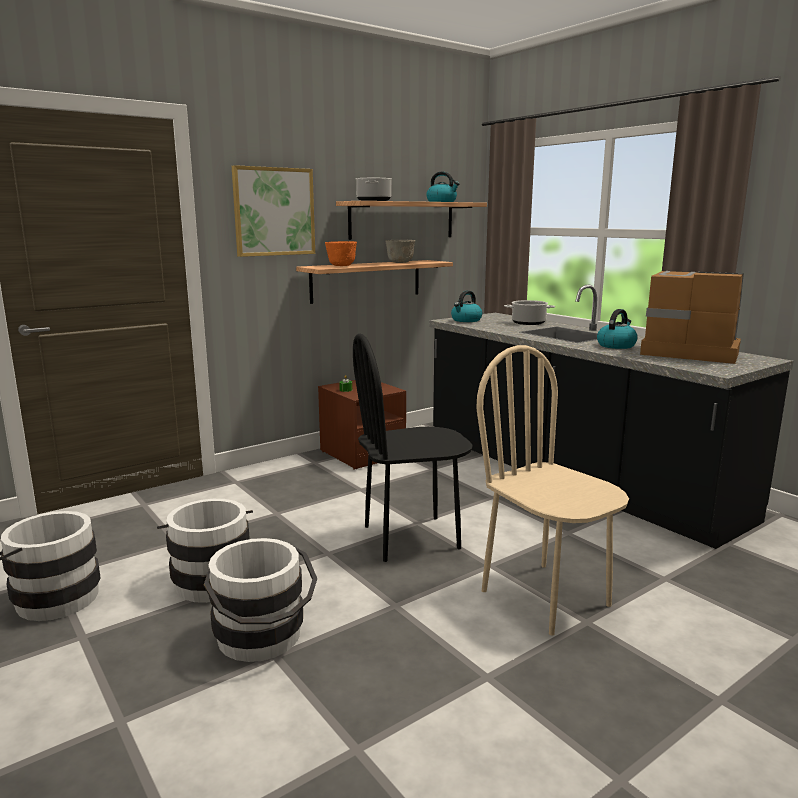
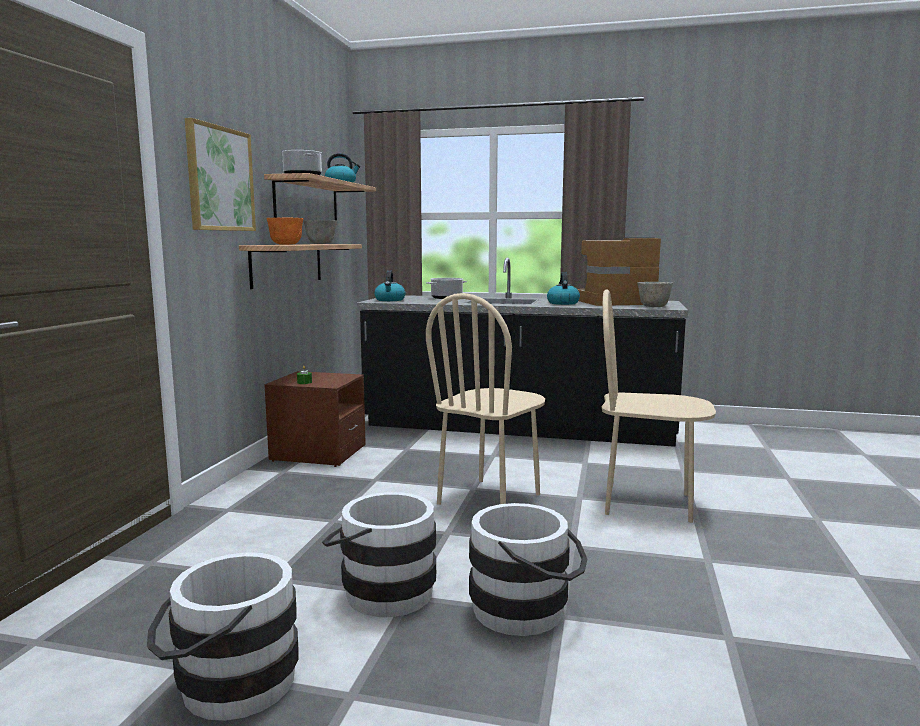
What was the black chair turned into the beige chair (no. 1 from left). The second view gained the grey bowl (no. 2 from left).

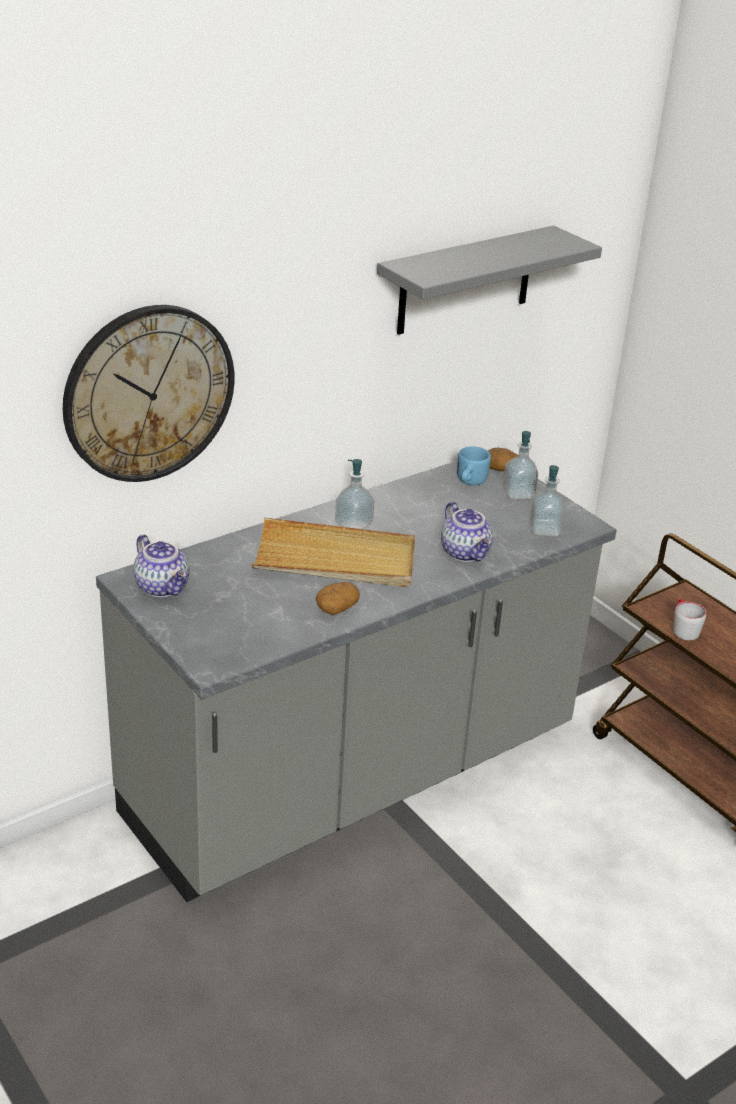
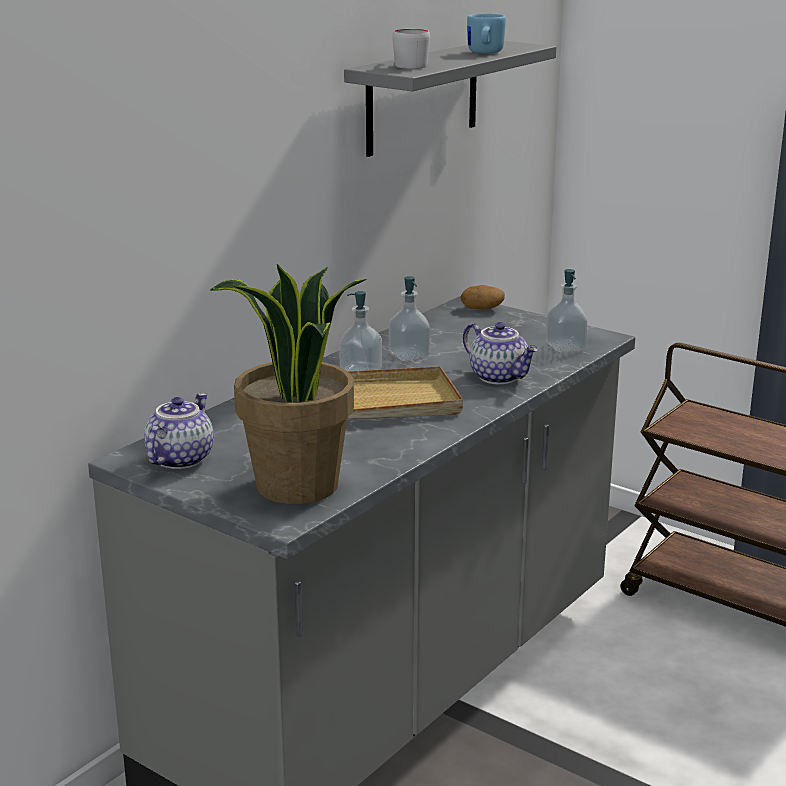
The second view lost the wall clock. The teapot (no. 1 from left) ended up facing another way, 105 degrees counterclockwise from before. The second view lost the potato (no. 1 from left). The blue mug ended up elsewhere. The soap dispenser (no. 2 from left) ended up elsewhere. The grey mug ended up elsewhere. The second view gained the potted plant.

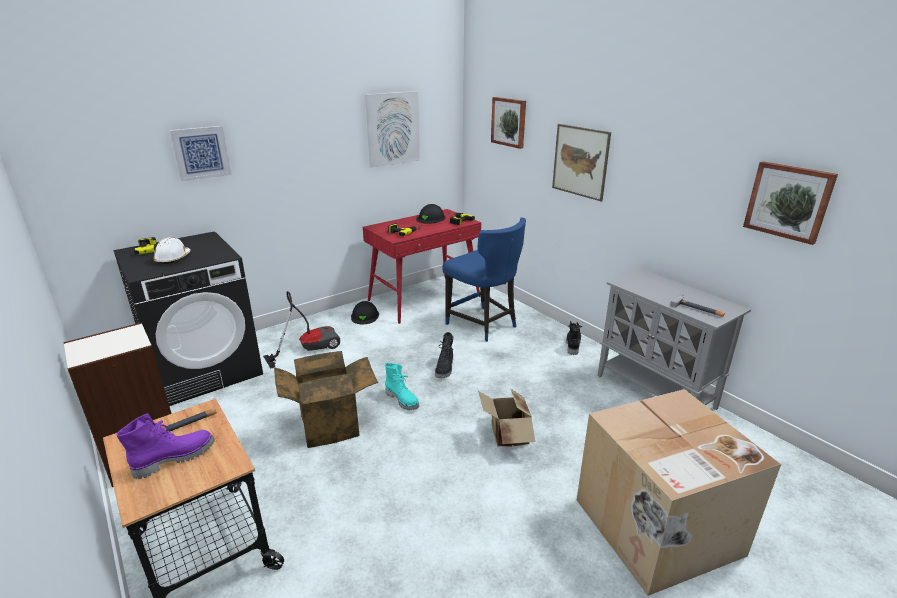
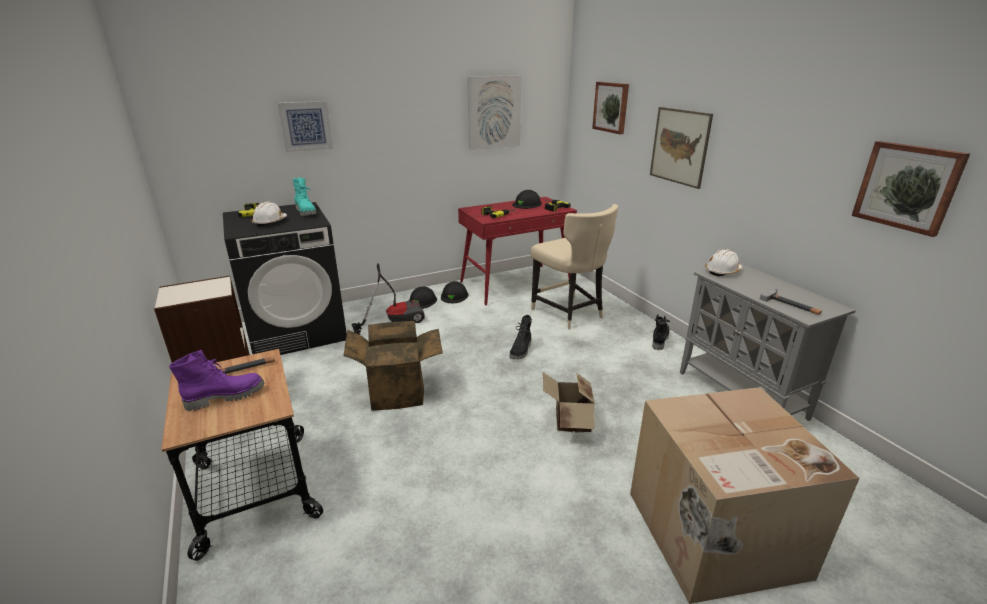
The turquoise boot ended up elsewhere. What was the blue chair turned into the beige chair. The second view gained the black hard hat (no. 1 from left). The second view gained the white hard hat (no. 2 from left).

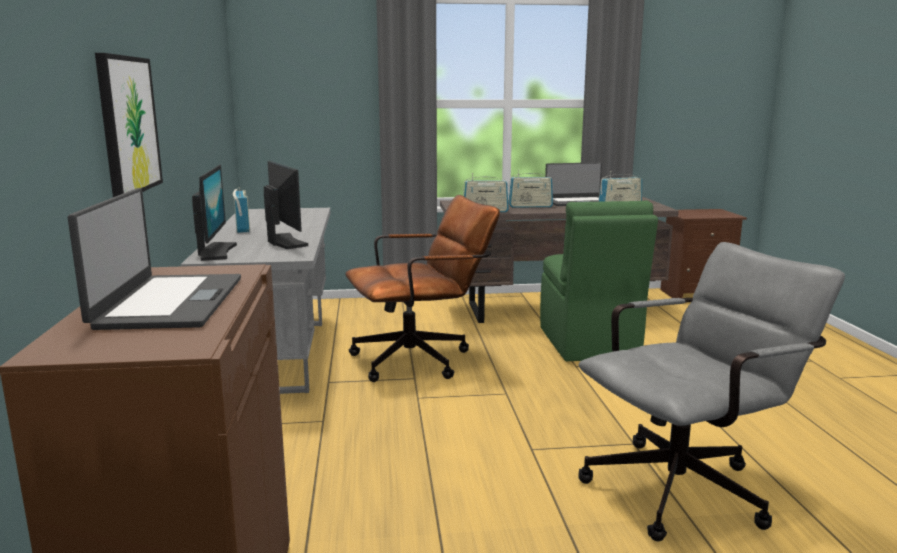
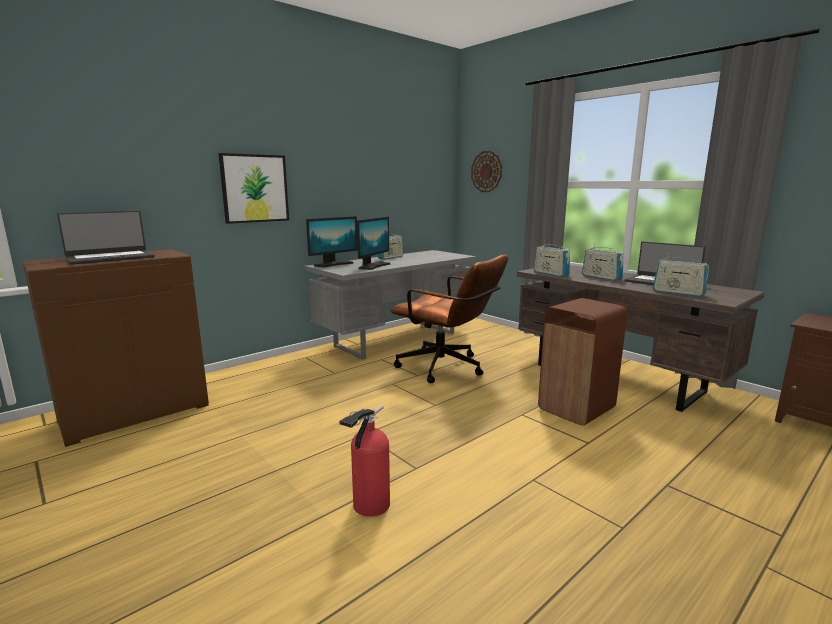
Where the green chair stood, the brown trash can came to stand. Where the grey office chair stood, the fire extinguisher came to stand. The second view gained the wall clock.

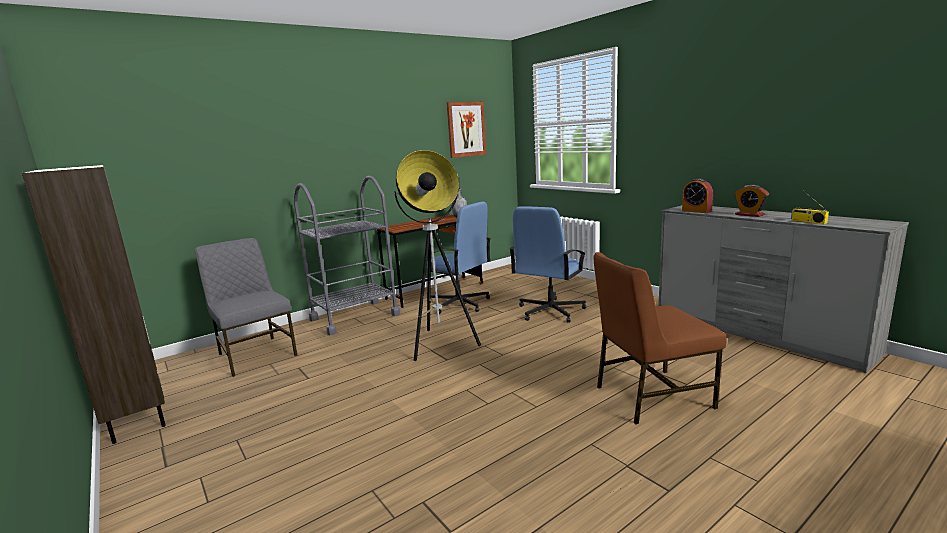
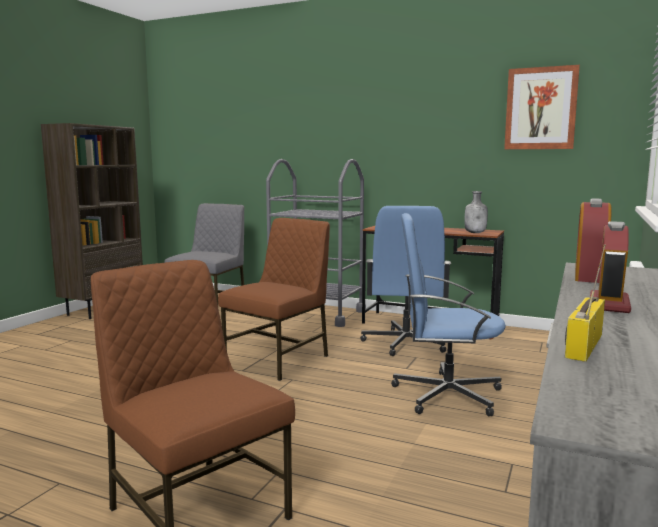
Where the floor lamp stood, the brown chair (no. 2 from left) came to stand.

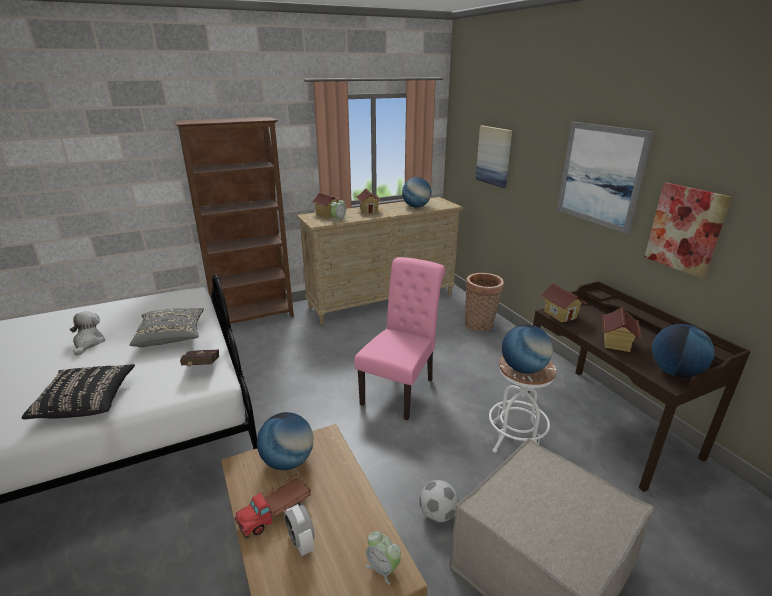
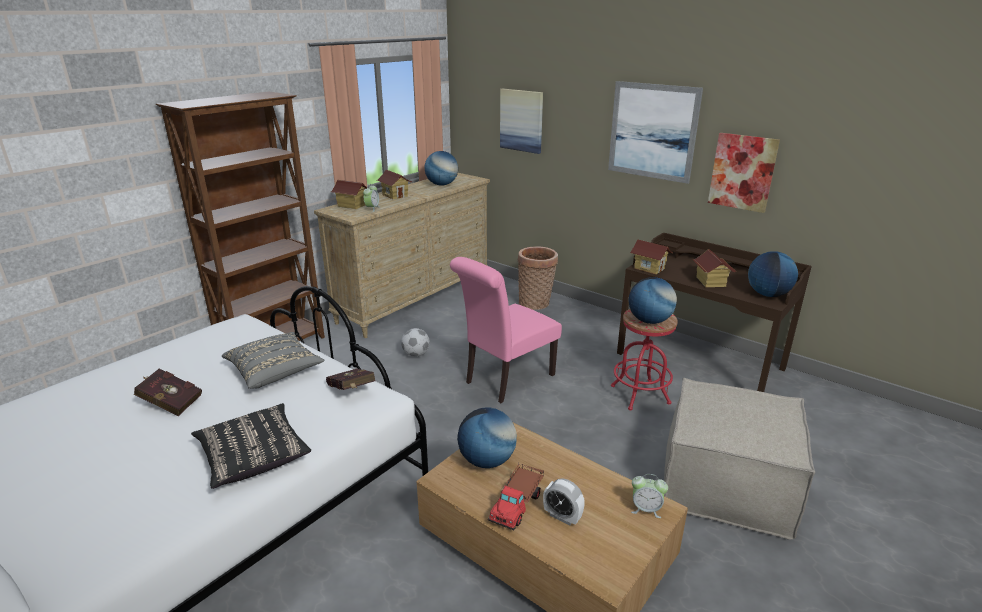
Where the plush toy stood, the red book (no. 1 from left) came to stand. The pink chair ended up facing another way, 135 degrees counterclockwise from before. The football ended up elsewhere. What was the white stool turned into the red stool.

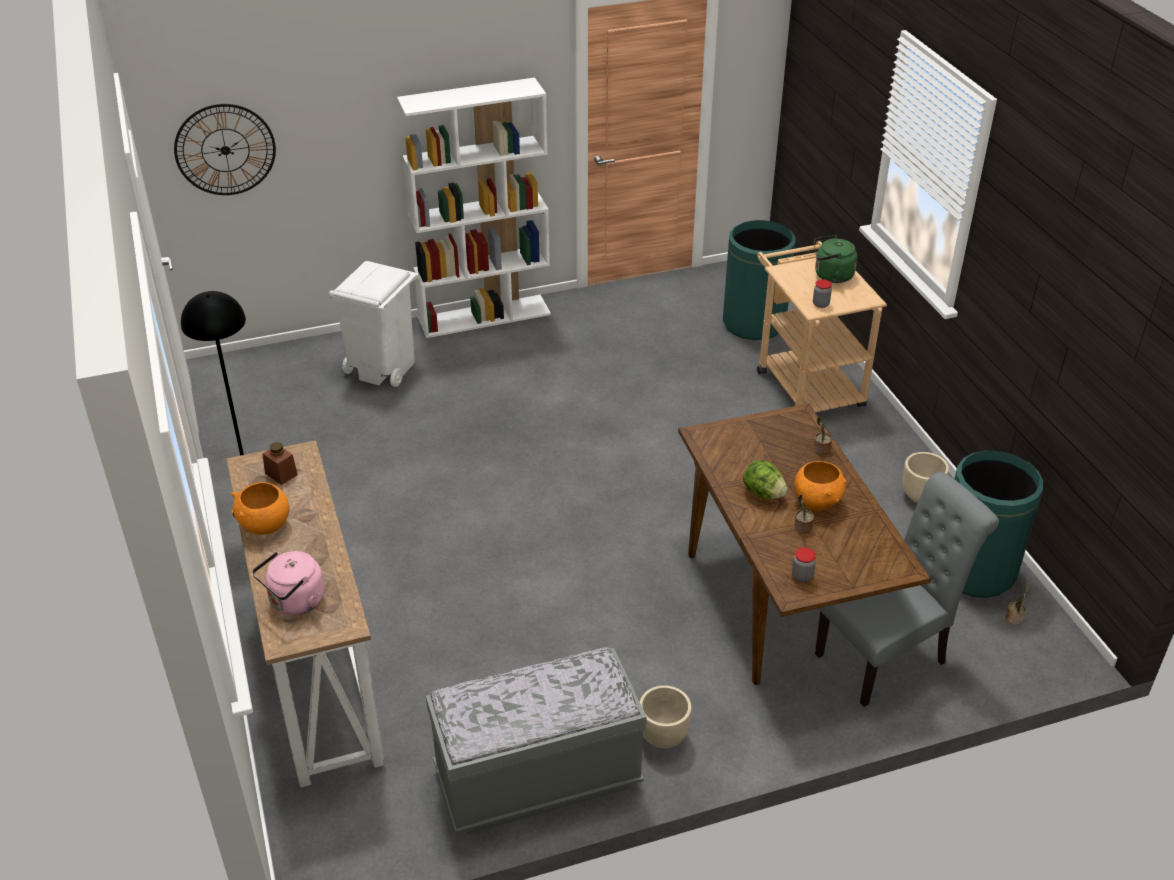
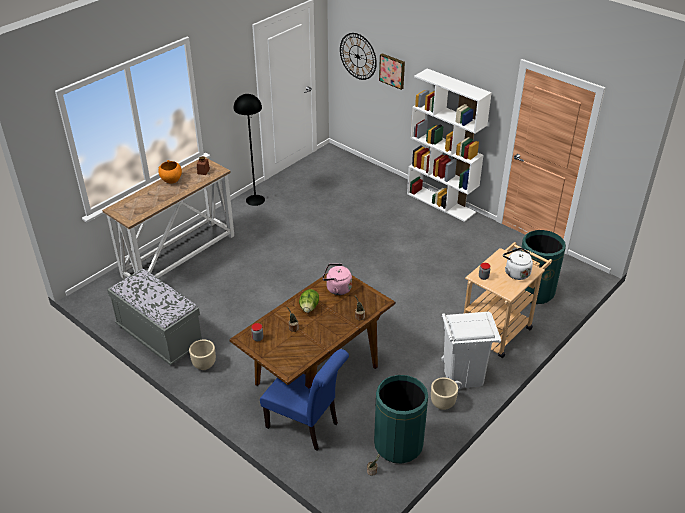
The pink kettle ended up elsewhere. The white trash can ended up elsewhere. The second view lost the orange bowl (no. 2 from left). What was the green kettle turned into the white kettle. What was the grey chair turned into the blue chair. The second view gained the picture.

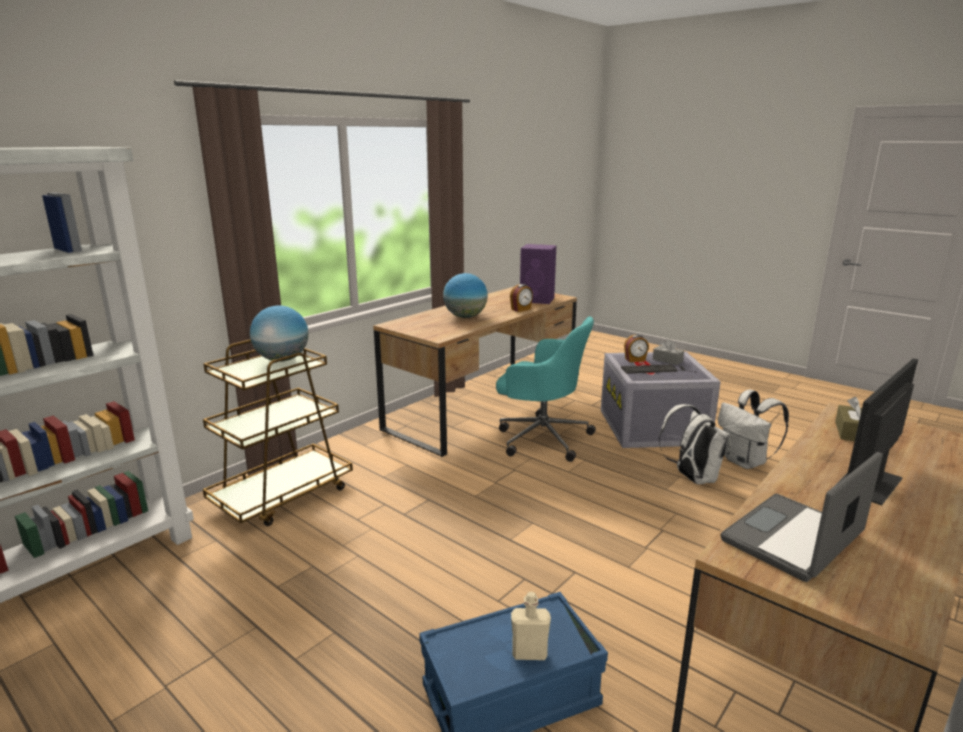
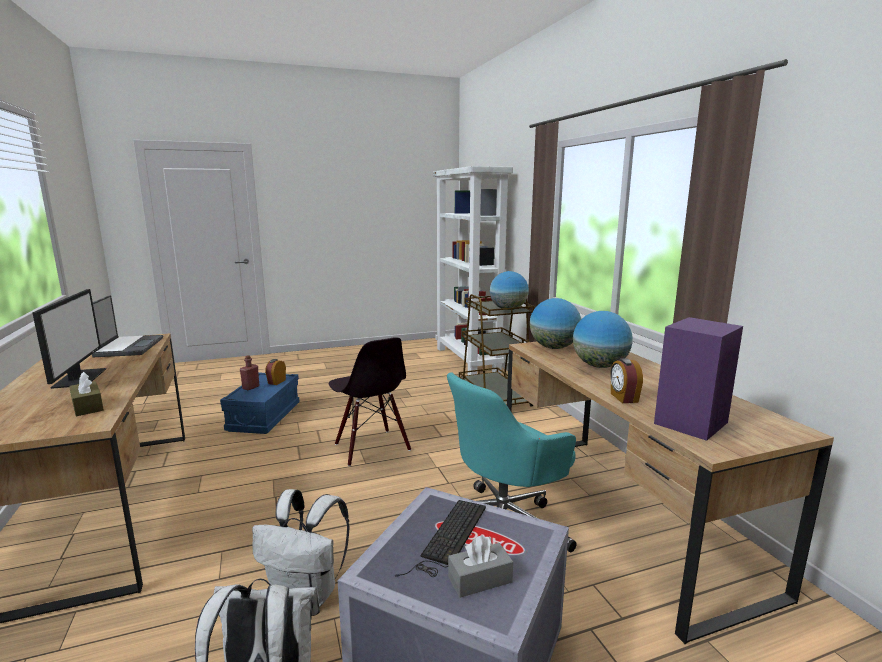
What was the beige bottle turned into the red bottle. The alarm clock (no. 2 from left in the first image) ended up elsewhere. The second view gained the black chair. The second view gained the globe (no. 2 from left).

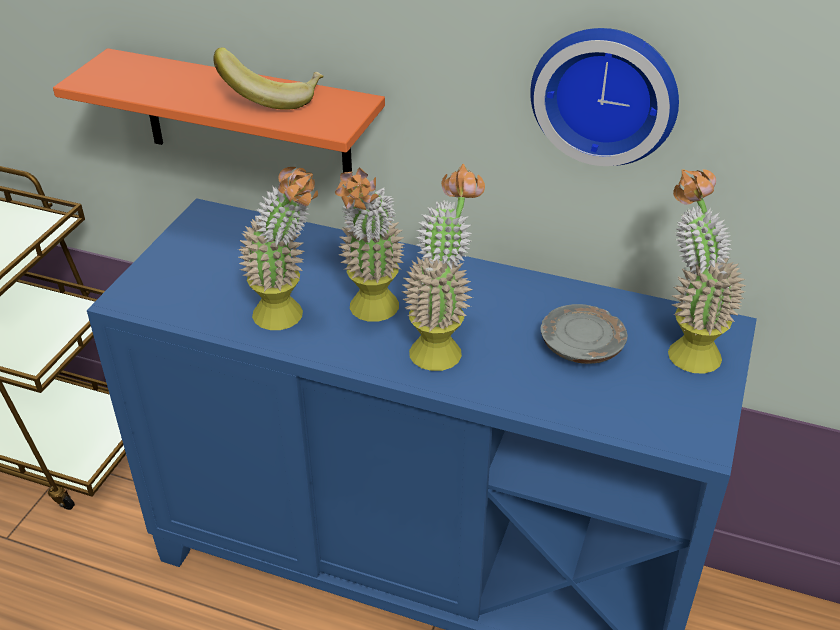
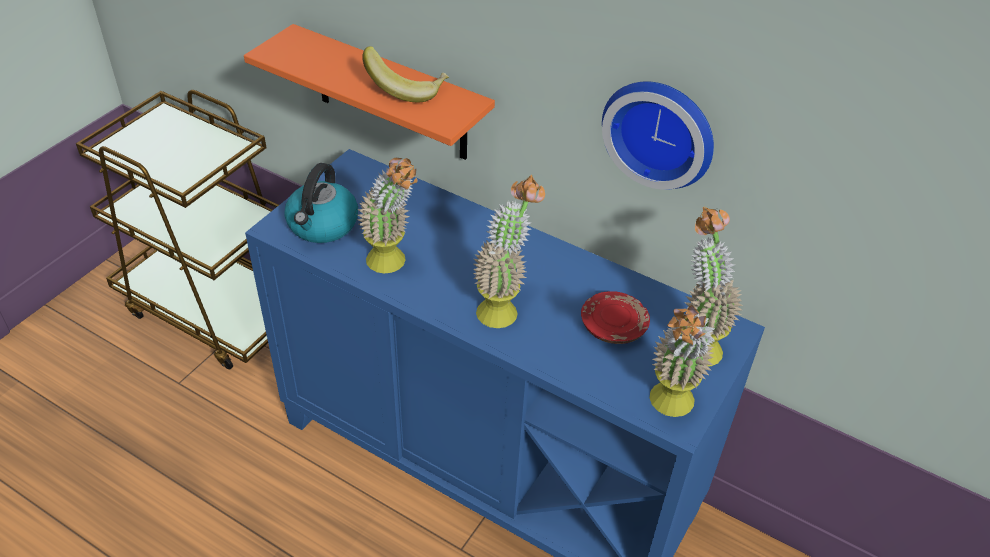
The potted plant (no. 2 from left in the first image) ended up elsewhere. What was the grey plate turned into the red plate. The second view gained the kettle.

